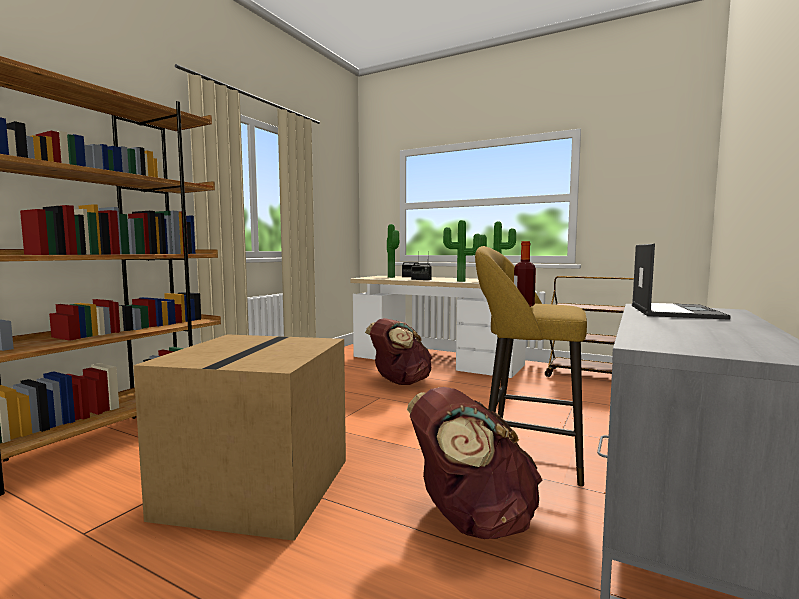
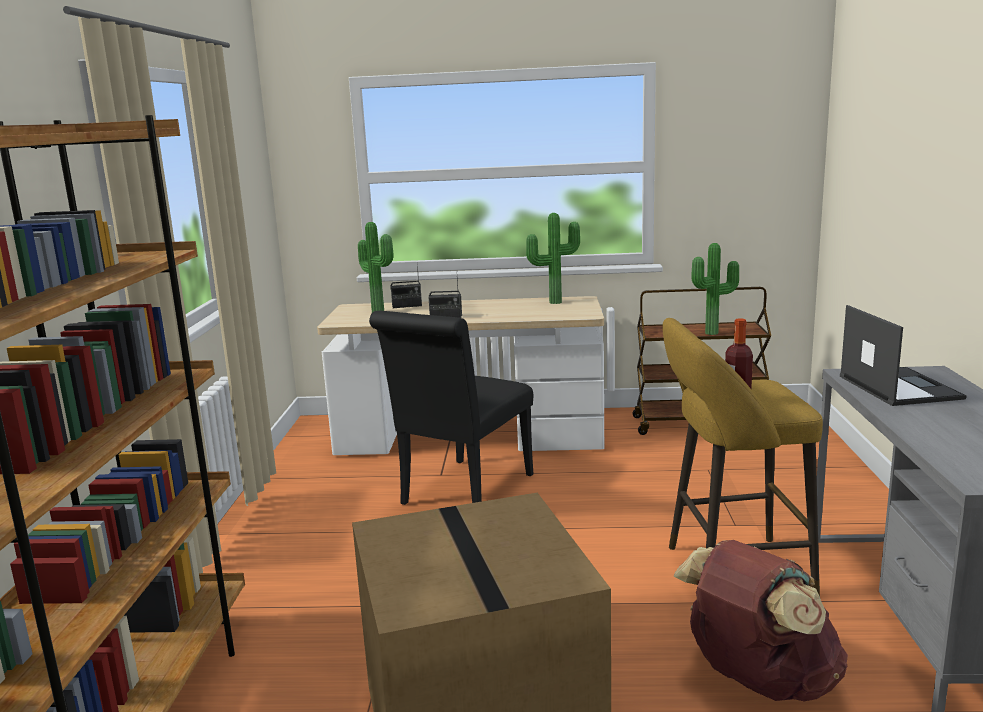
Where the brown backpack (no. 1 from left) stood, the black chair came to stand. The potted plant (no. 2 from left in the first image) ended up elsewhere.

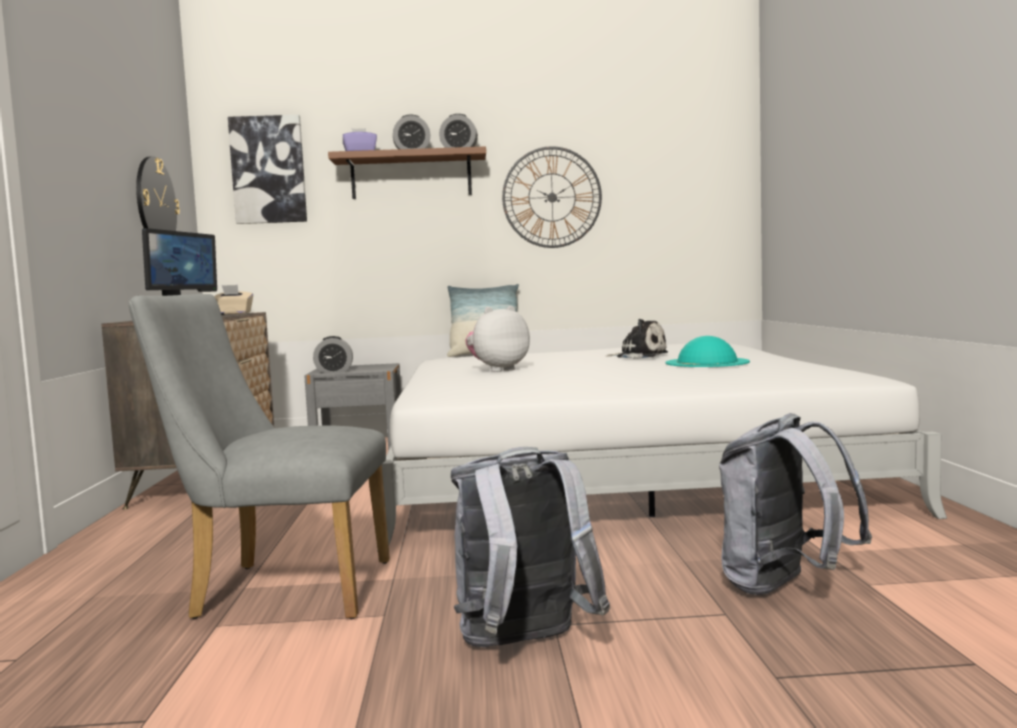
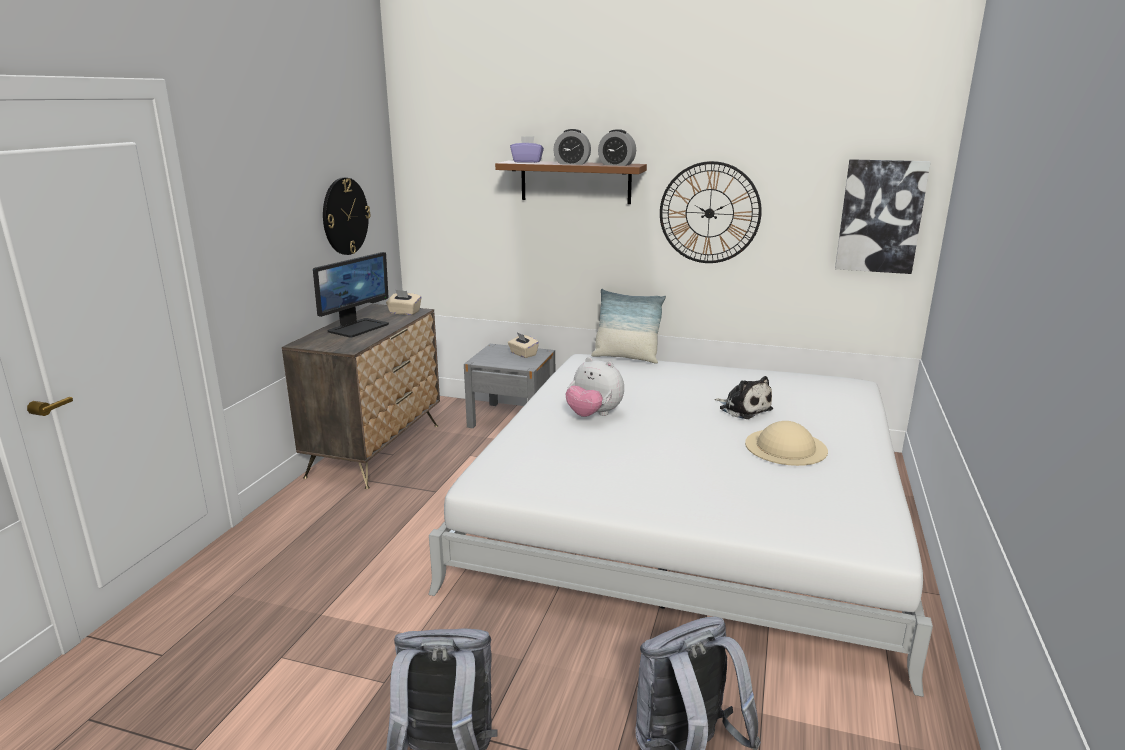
The second view lost the grey chair. The picture ended up elsewhere. The second view lost the alarm clock (no. 1 from left). The plush toy (no. 1 from left) ended up facing another way, 135 degrees counterclockwise from before. What was the turquoise hat turned into the beige hat. The second view gained the beige tissue box (no. 2 from left).

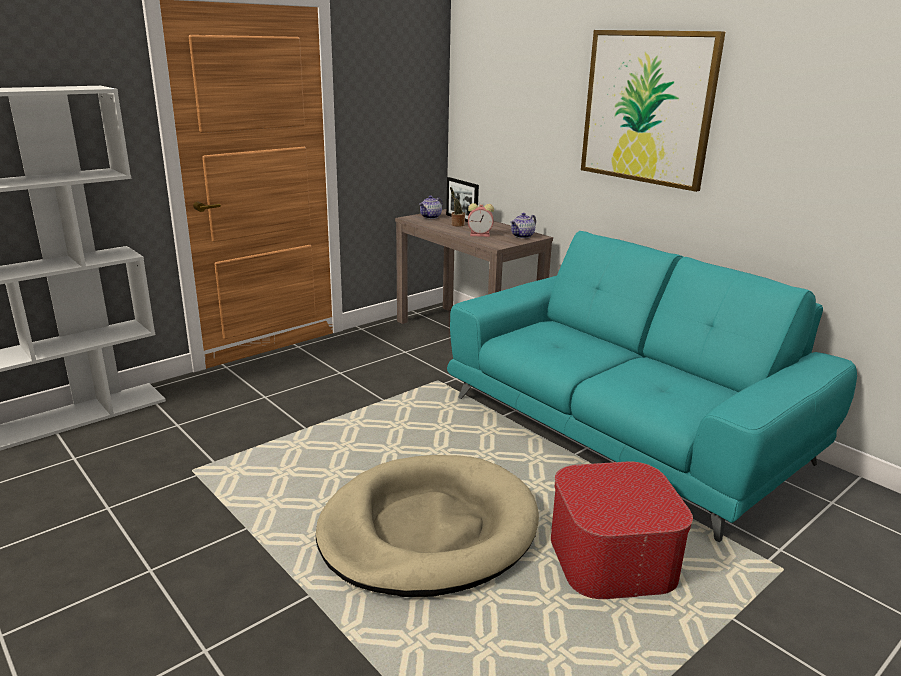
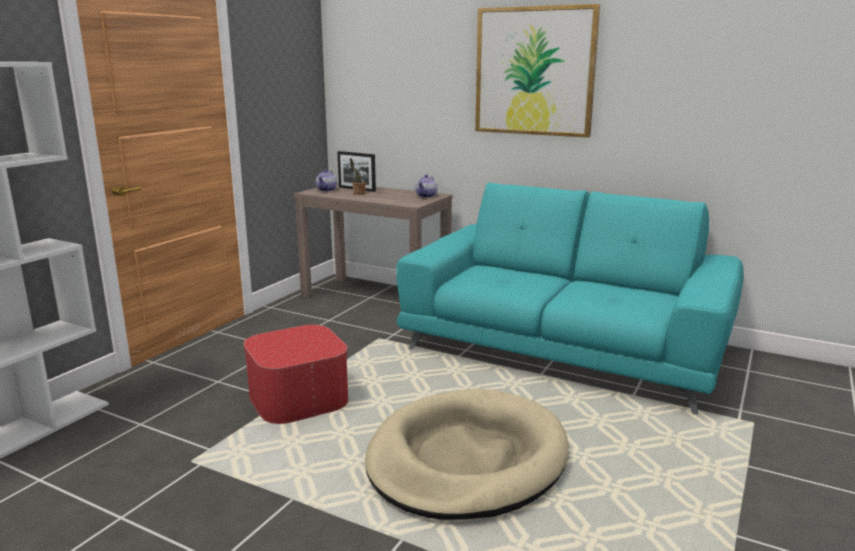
The second view lost the alarm clock. The ottoman ended up elsewhere.

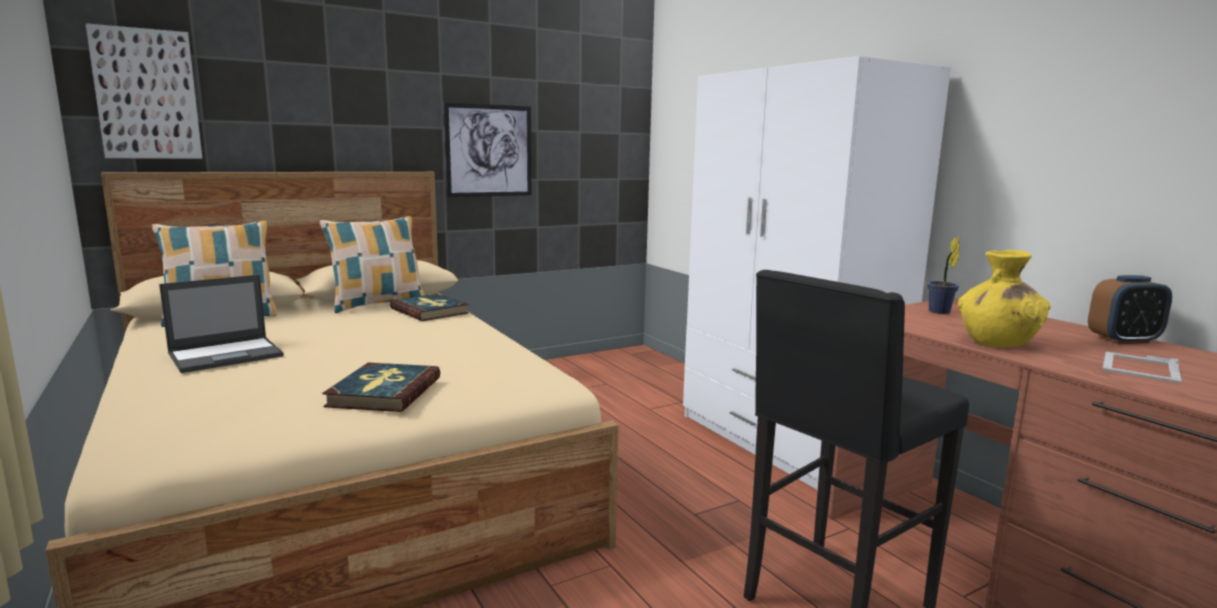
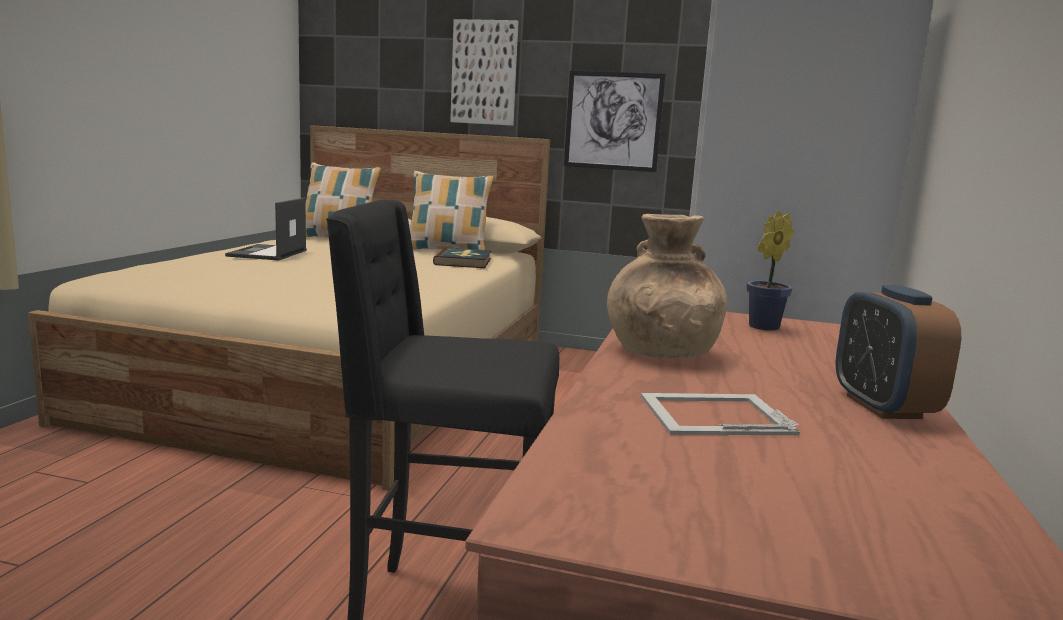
The picture (no. 1 from left) ended up elsewhere. The laptop ended up facing another way, 90 degrees clockwise from before. The second view lost the book (no. 1 from left). What was the yellow vase turned into the brown vase. The alarm clock ended up facing another way, 45 degrees clockwise from before.

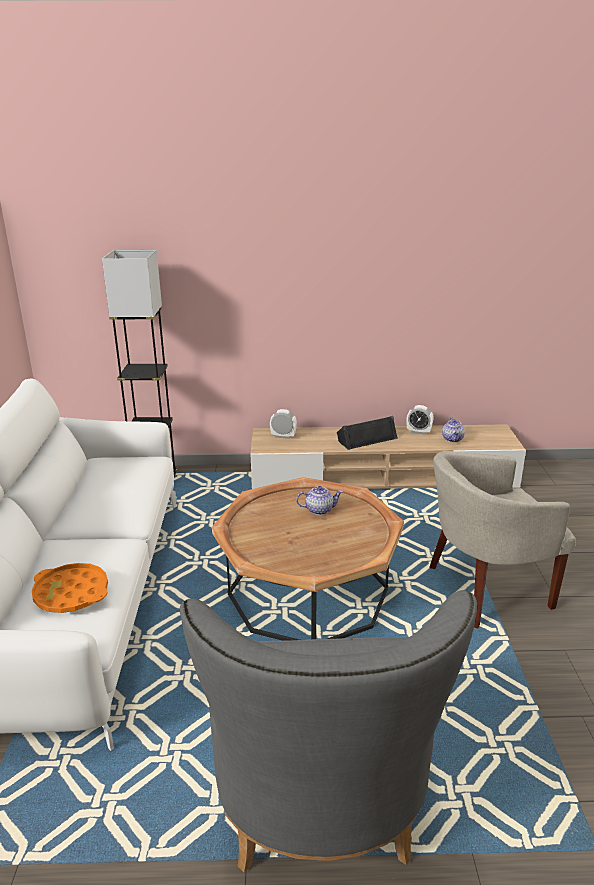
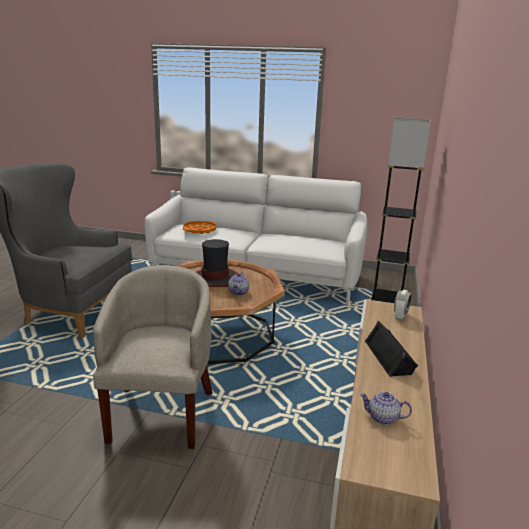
The second view lost the alarm clock (no. 2 from left). The second view gained the hat.

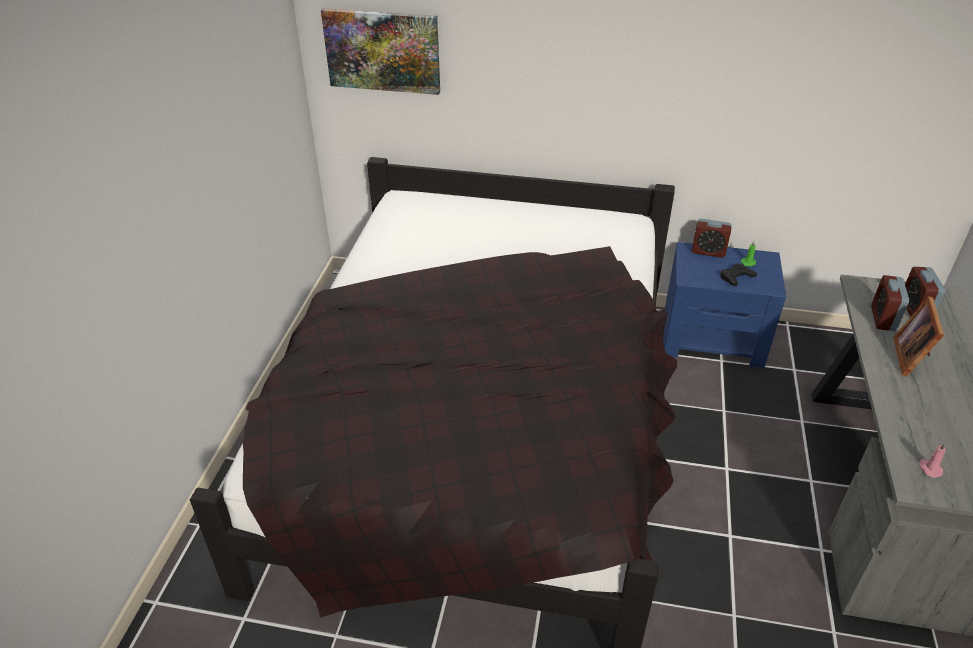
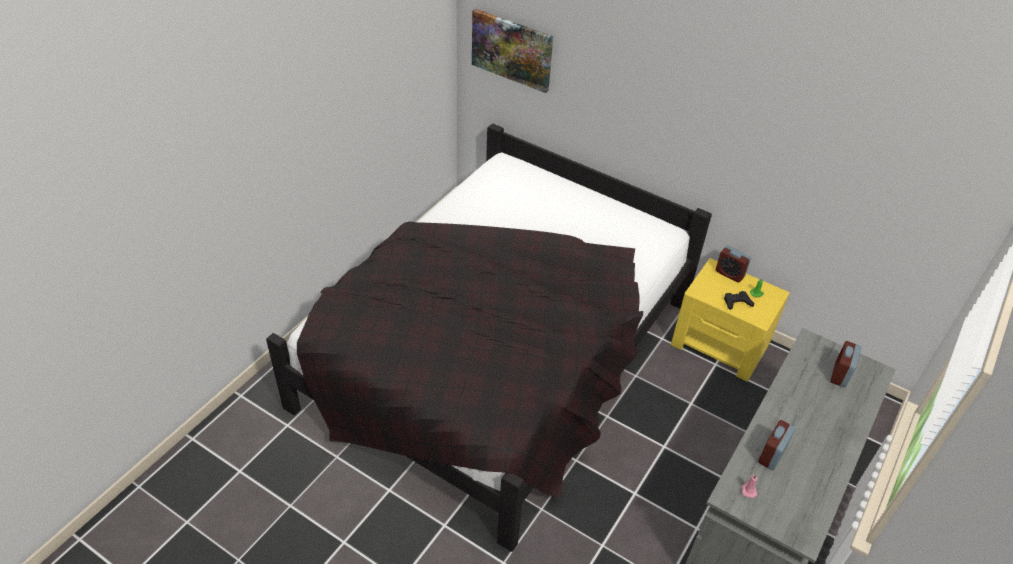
What was the blue nightstand turned into the yellow nightstand. The alarm clock (no. 2 from left) ended up elsewhere. The second view lost the picture frame.

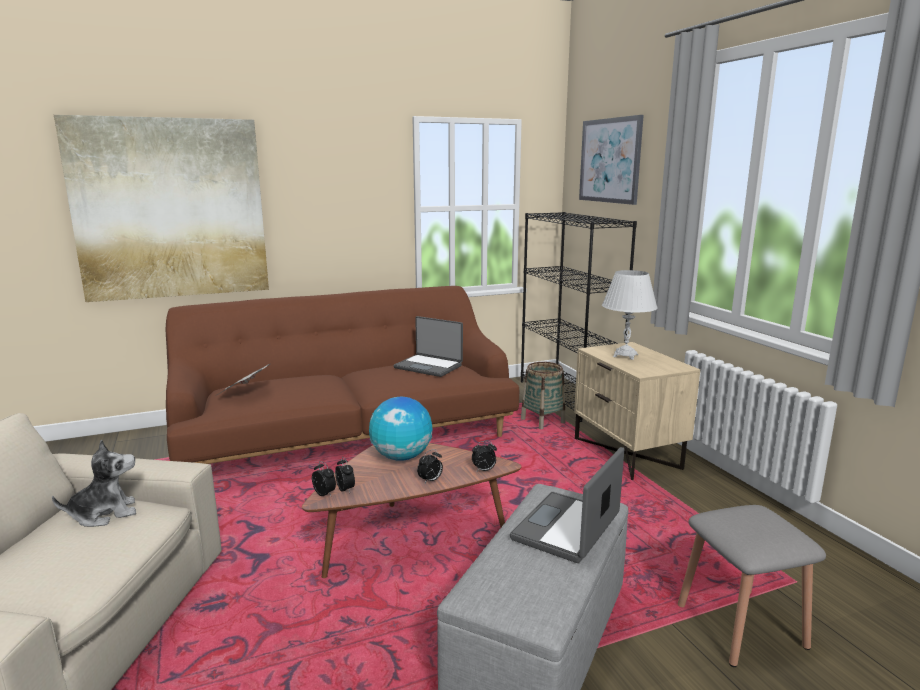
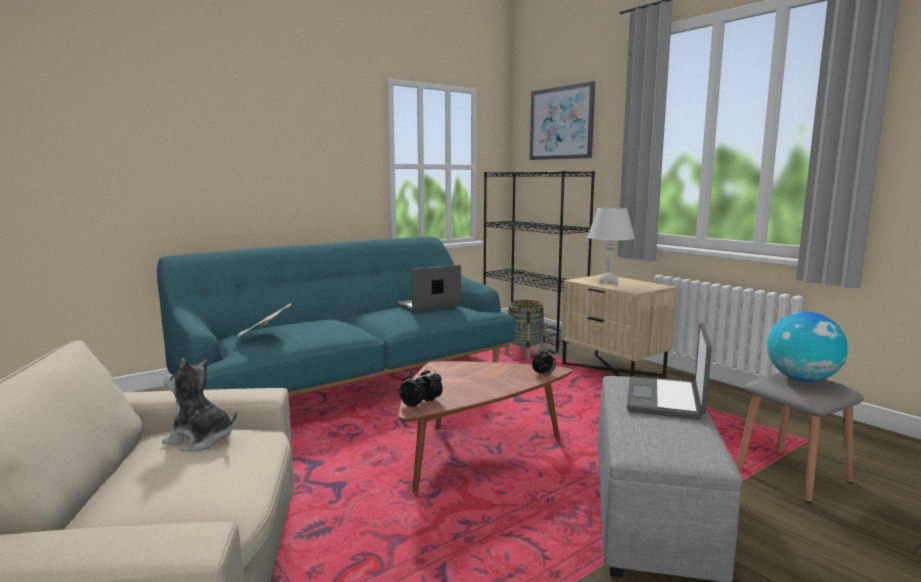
The plush toy ended up facing another way, 120 degrees counterclockwise from before. The second view lost the picture (no. 1 from left). What was the brown sofa turned into the turquoise sofa. The globe ended up elsewhere. The laptop (no. 1 from left) ended up facing another way, 135 degrees clockwise from before. The second view lost the alarm clock (no. 3 from left).

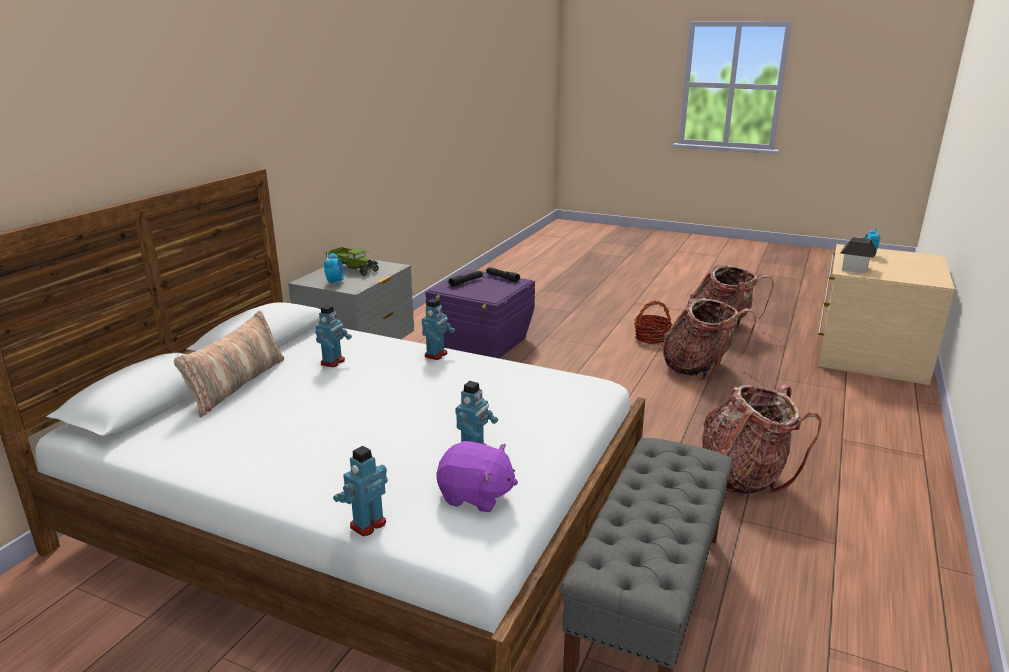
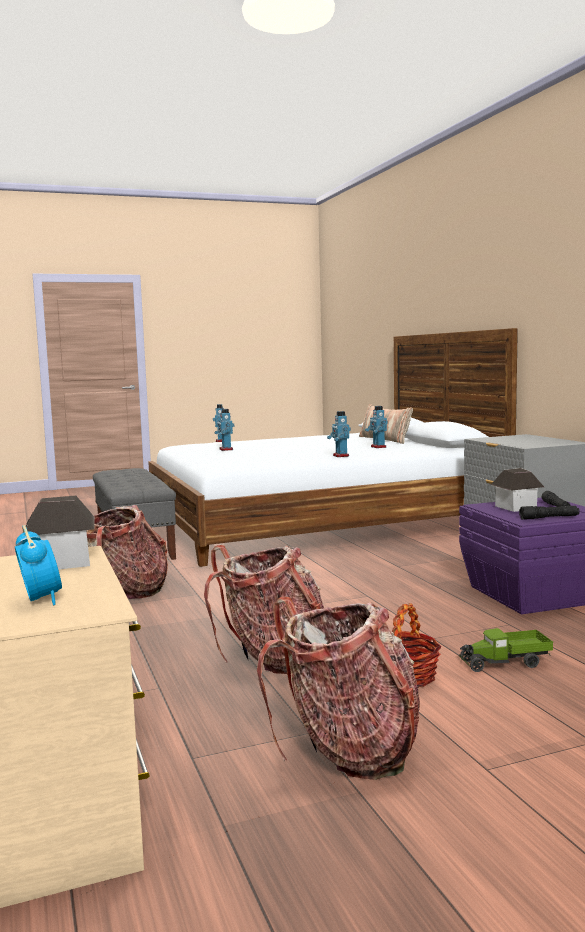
The second view lost the alarm clock (no. 1 from left). The toy truck ended up elsewhere. The second view lost the purple plush toy. The second view gained the toy house (no. 2 from left).

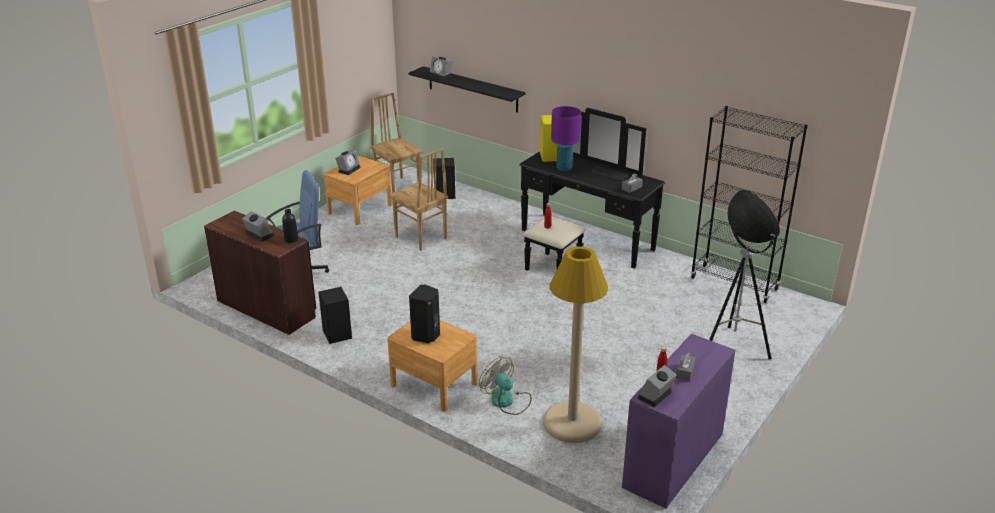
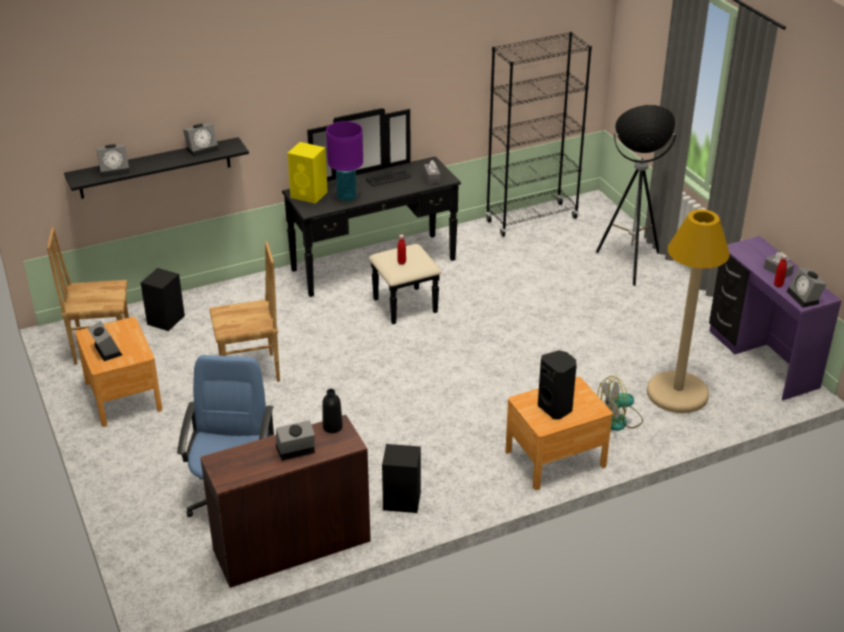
The second view gained the alarm clock (no. 3 from left).

